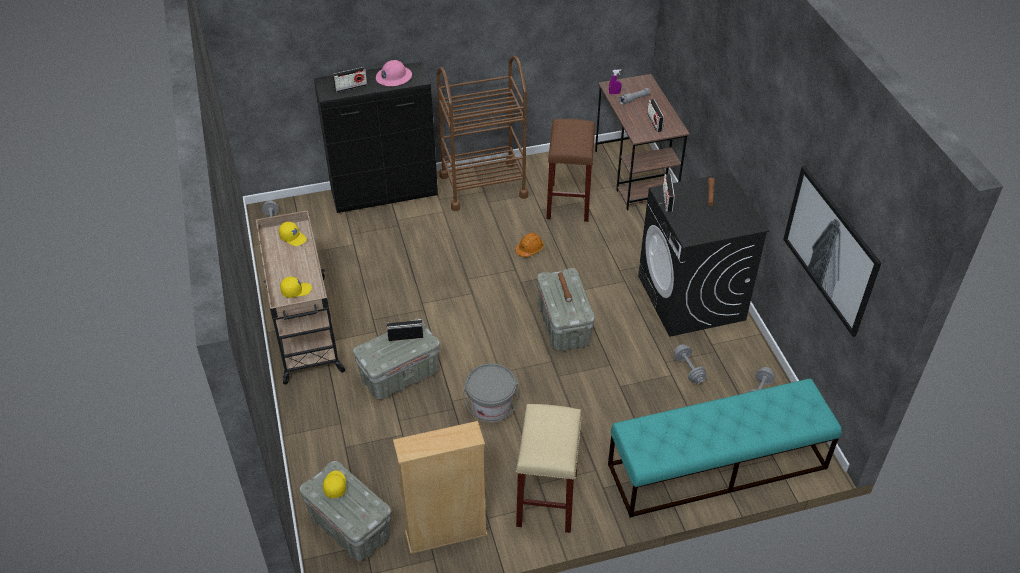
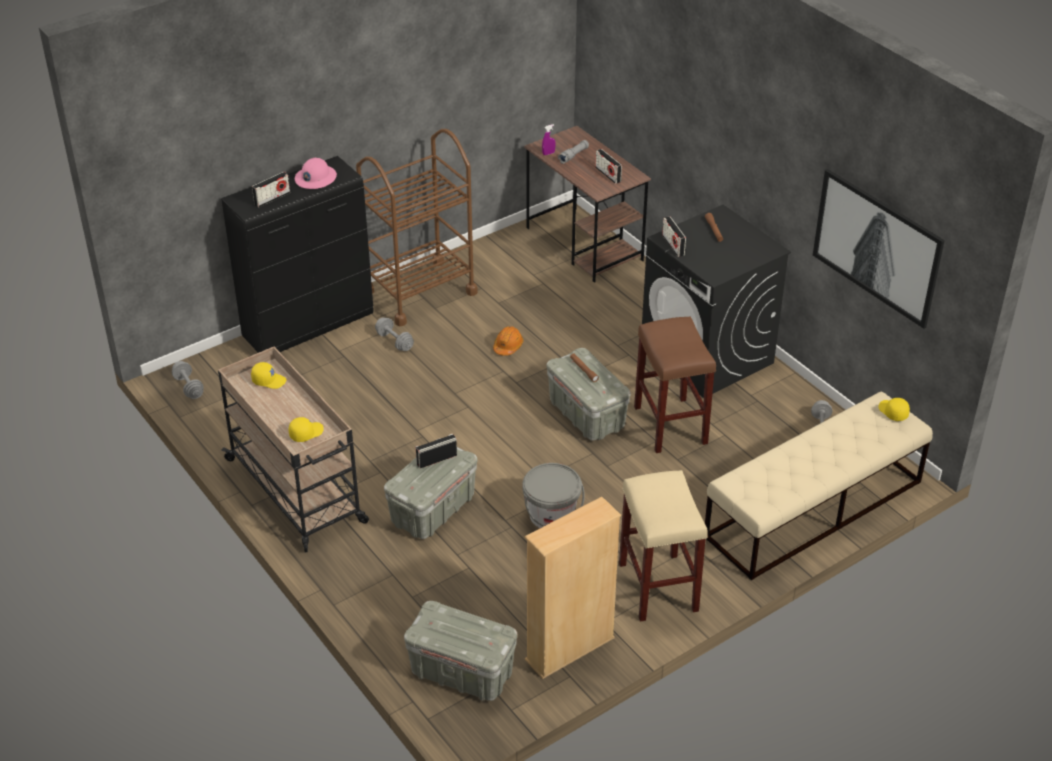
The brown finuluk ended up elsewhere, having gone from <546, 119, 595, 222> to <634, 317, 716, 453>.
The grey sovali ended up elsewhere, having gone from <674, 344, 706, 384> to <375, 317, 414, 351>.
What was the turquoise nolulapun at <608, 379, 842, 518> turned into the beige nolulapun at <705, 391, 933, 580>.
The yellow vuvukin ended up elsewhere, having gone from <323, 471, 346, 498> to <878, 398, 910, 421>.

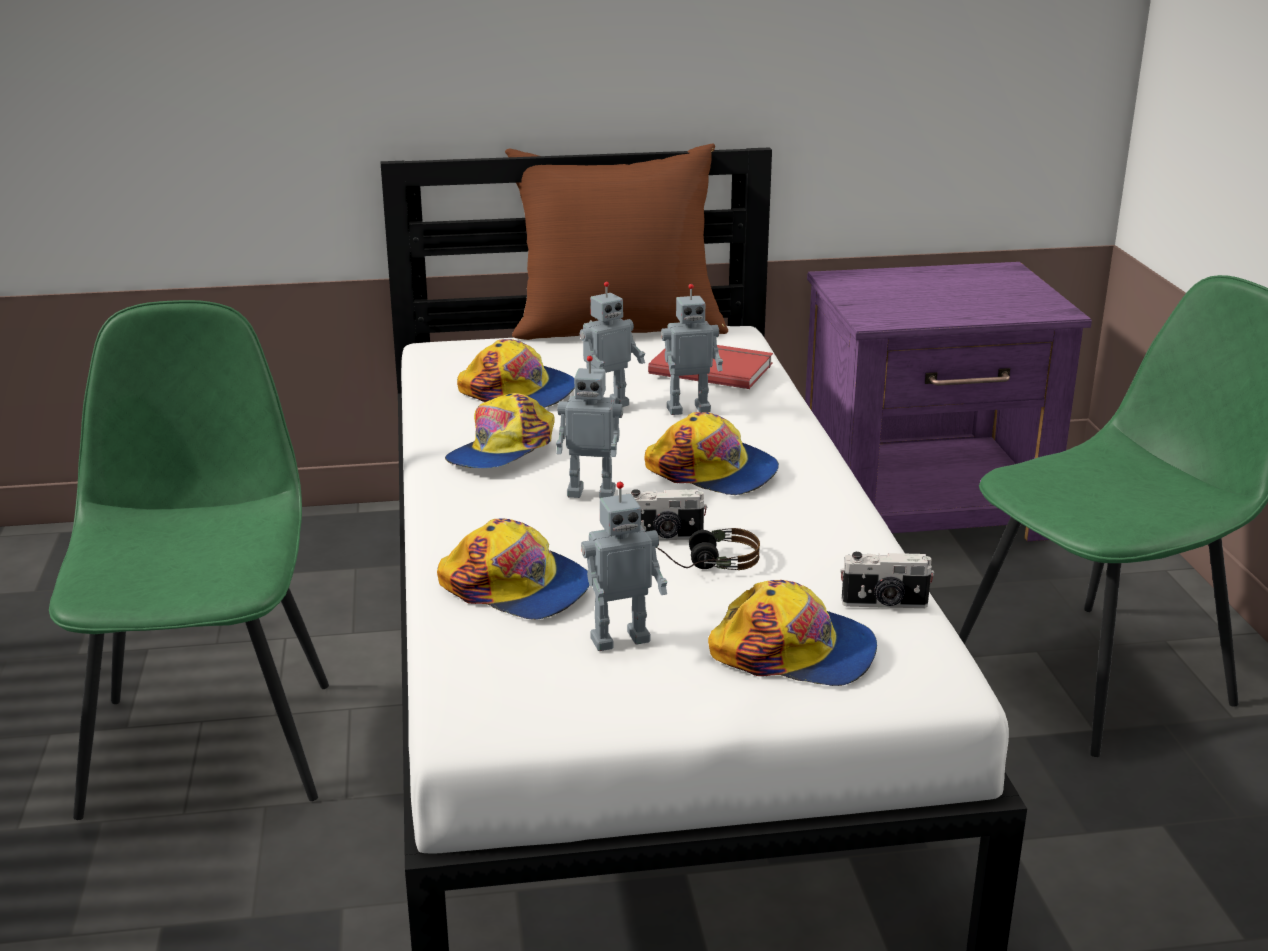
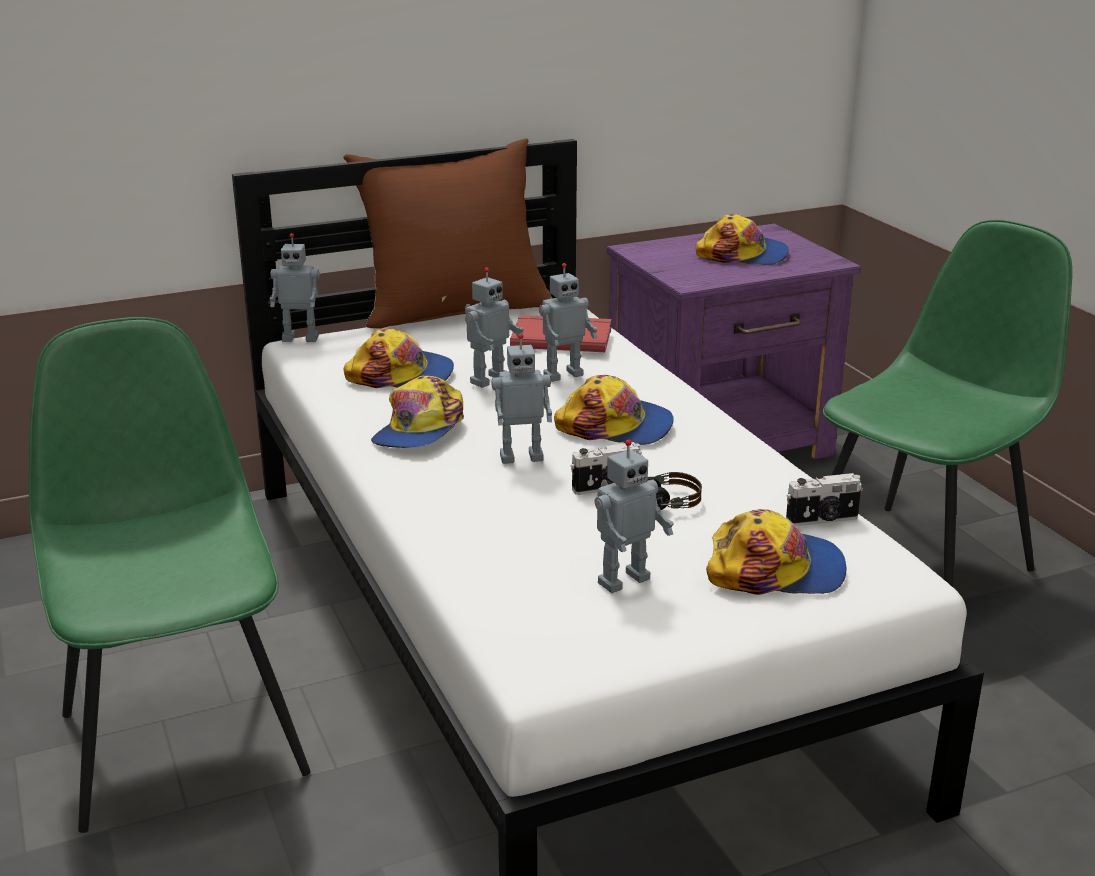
The vuvukin ended up elsewhere, having gone from <437, 518, 590, 620> to <695, 214, 789, 265>.
The second view gained the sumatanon at <270, 233, 320, 342>.

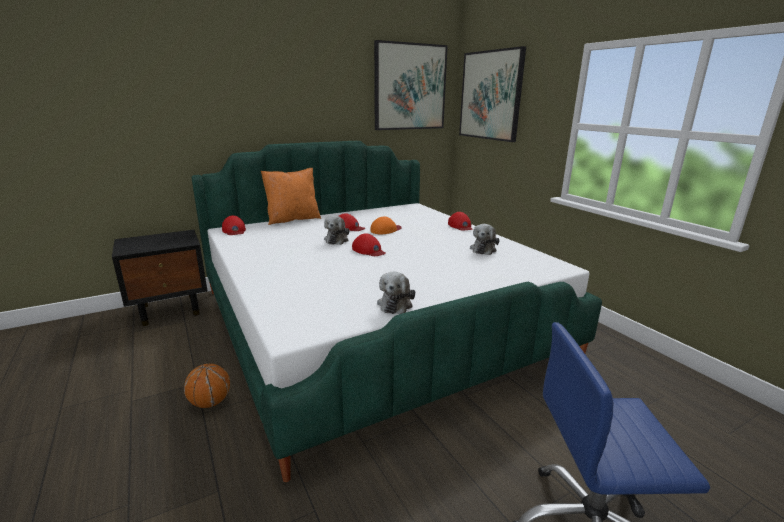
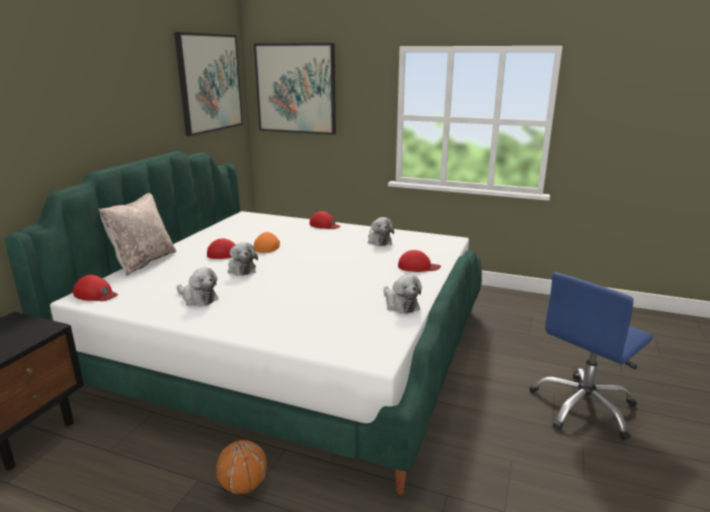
What was the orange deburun at <261, 168, 321, 225> turned into the beige deburun at <99, 193, 176, 276>.
The red vuvukin ended up elsewhere, having gone from <352, 233, 386, 256> to <398, 250, 441, 272>.
The second view gained the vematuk at <177, 267, 218, 306>.

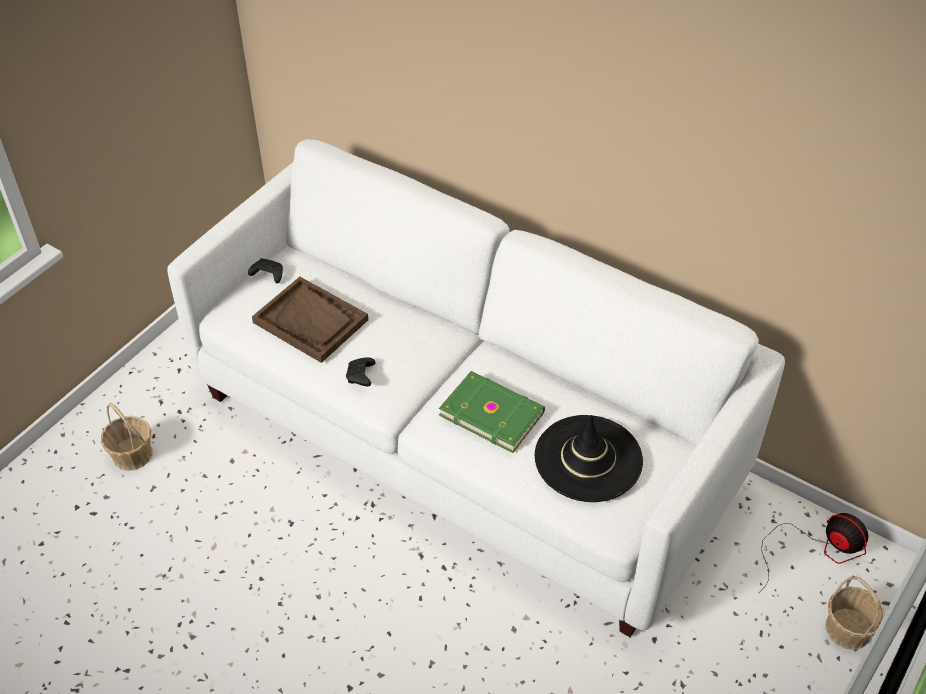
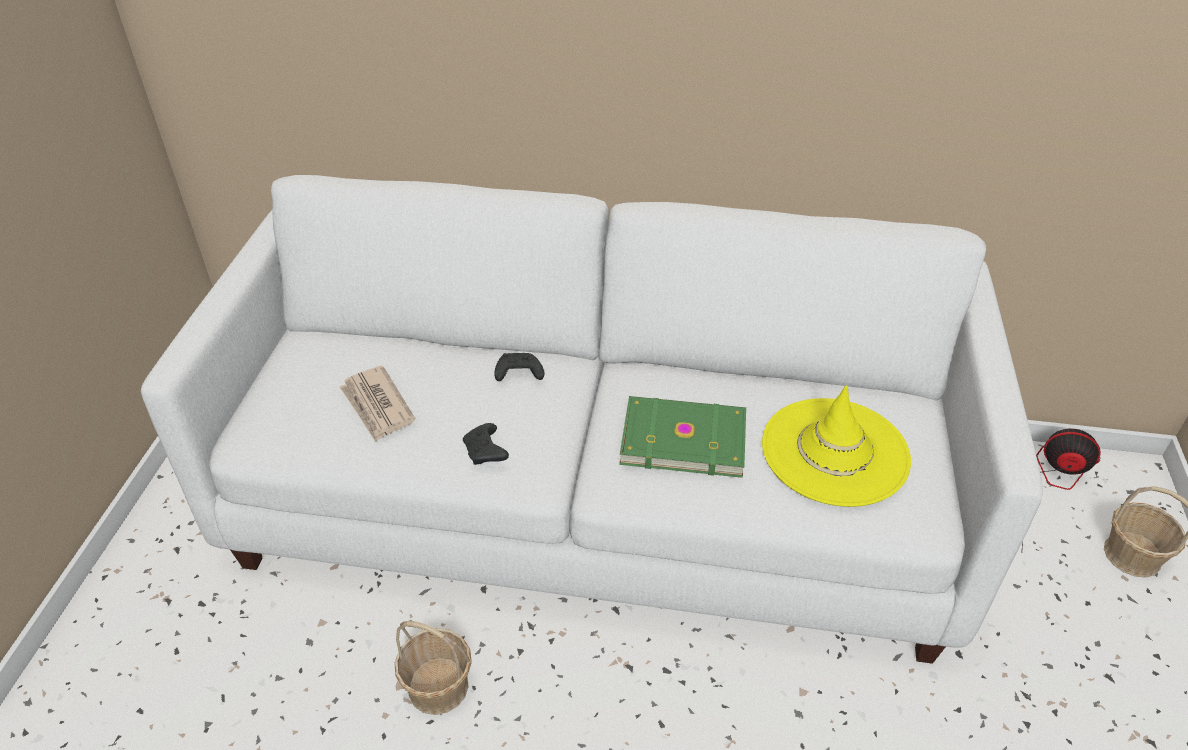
The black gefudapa ended up elsewhere, having gone from <248, 258, 283, 283> to <494, 353, 544, 381>.
Where the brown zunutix stood at <252, 277, 368, 363>, the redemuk came to stand at <340, 366, 415, 442>.
The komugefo ended up elsewhere, having gone from <101, 403, 152, 471> to <395, 621, 472, 715>.
What was the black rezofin at <535, 415, 643, 502> turned into the yellow rezofin at <762, 385, 911, 507>.

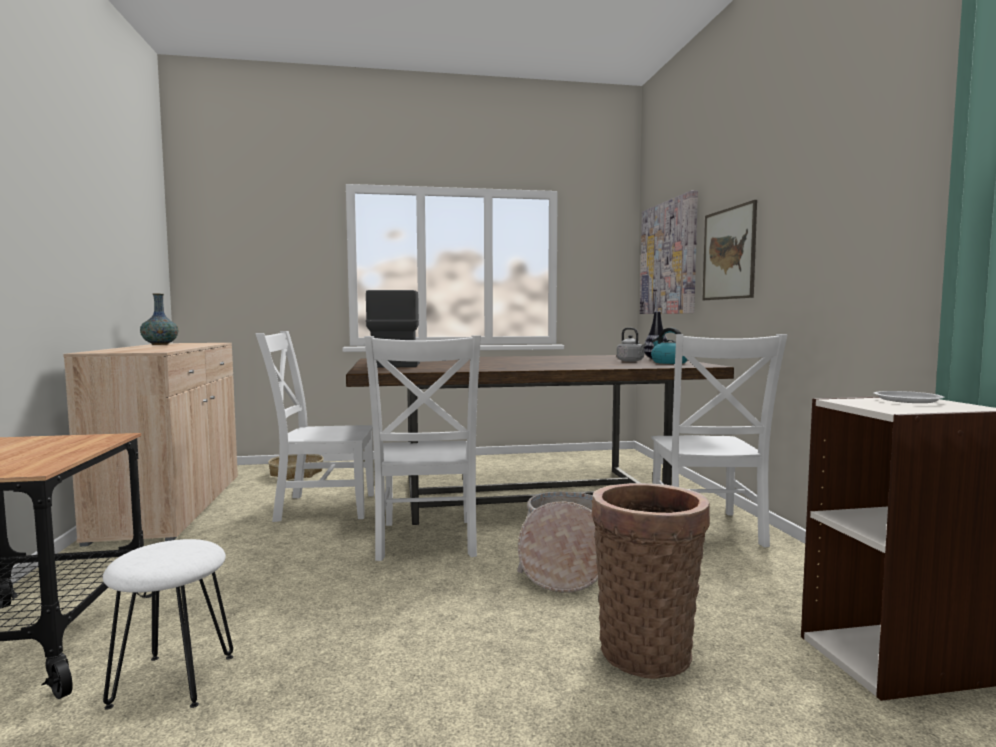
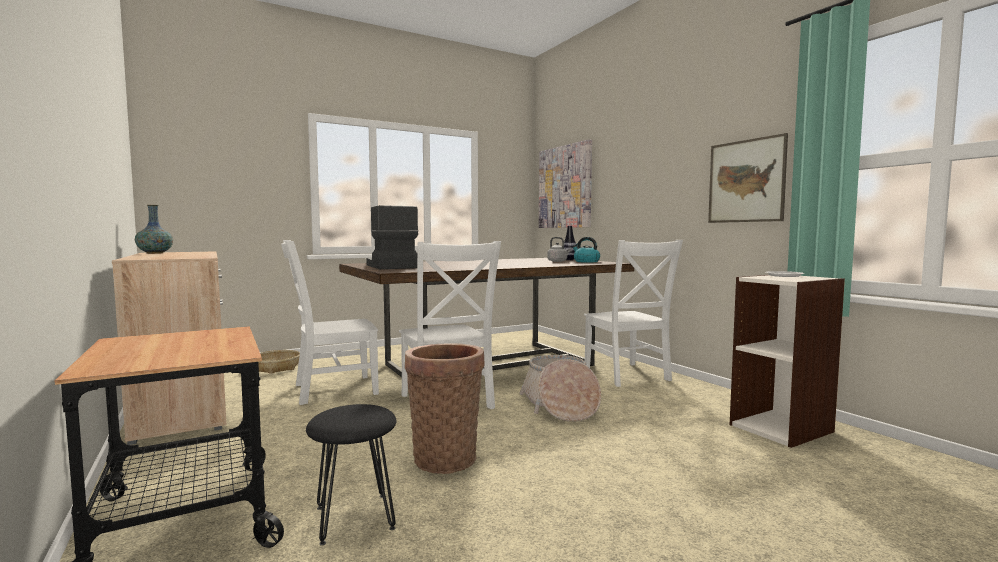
The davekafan ended up elsewhere, having gone from <702, 200, 757, 300> to <708, 133, 788, 223>.
The komugefo ended up elsewhere, having gone from <592, 483, 710, 679> to <405, 343, 484, 474>.
What was the white finuluk at <103, 539, 233, 710> turned into the black finuluk at <306, 404, 397, 545>.

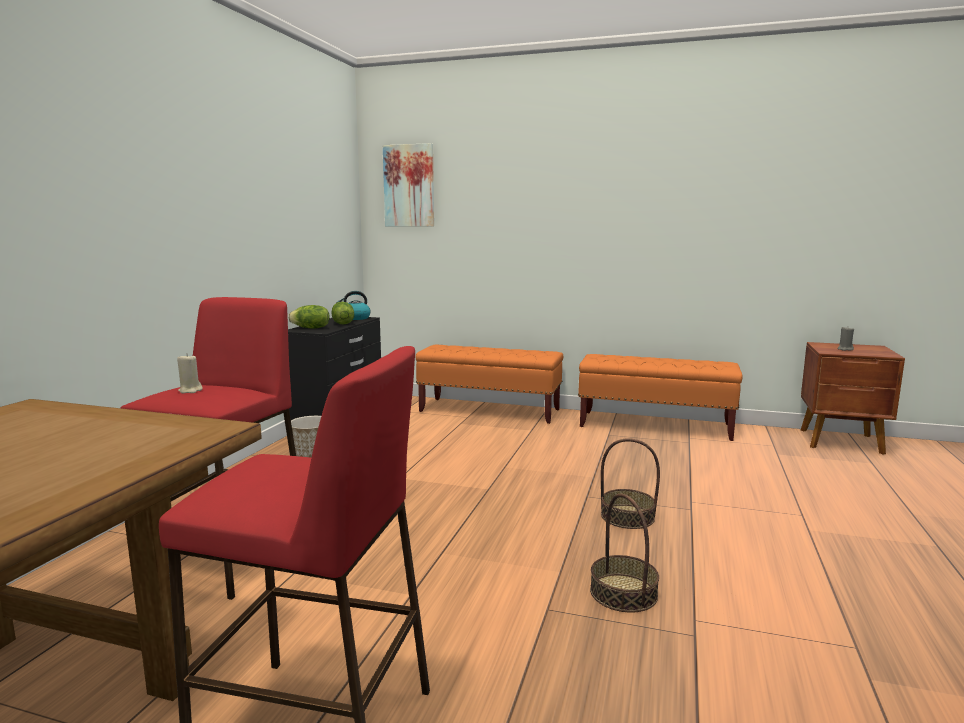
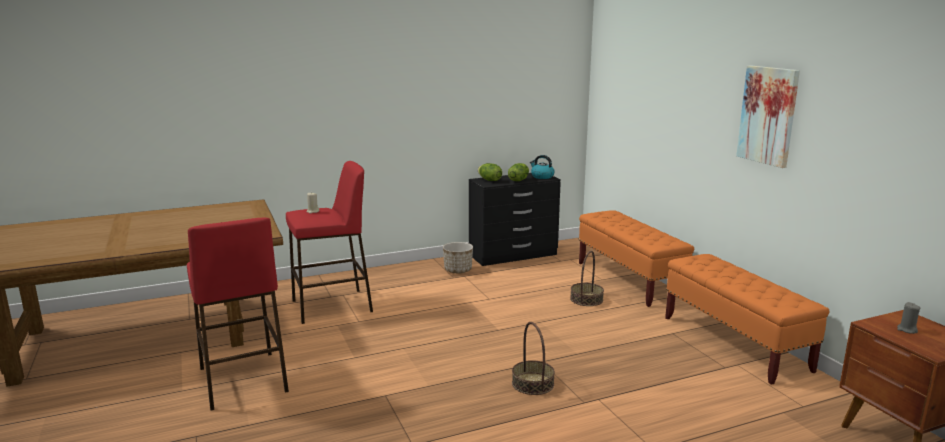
The davekafan ended up elsewhere, having gone from <383, 143, 434, 227> to <736, 66, 800, 168>.
The komugefo ended up elsewhere, having gone from <590, 494, 659, 613> to <570, 251, 604, 306>.

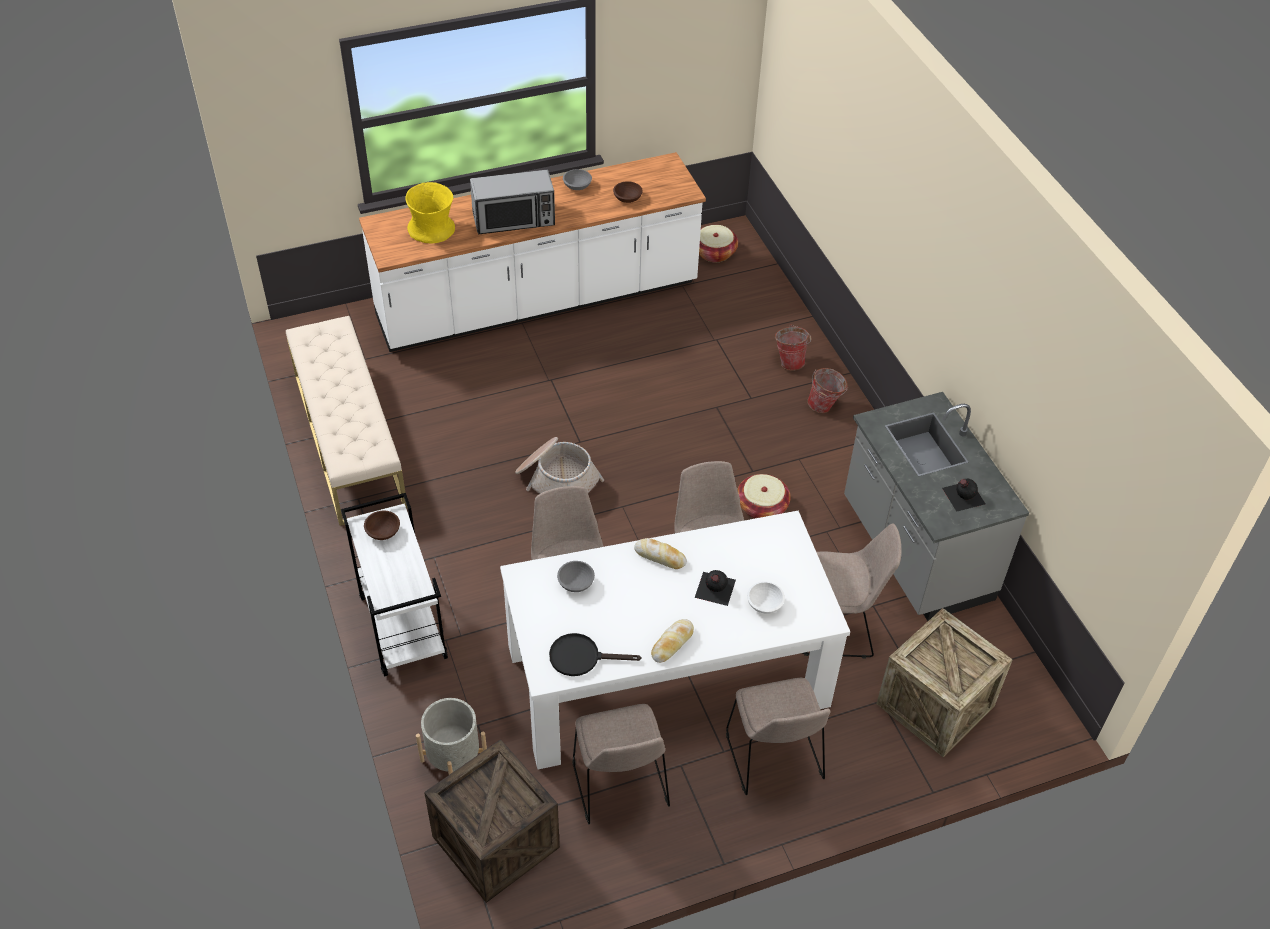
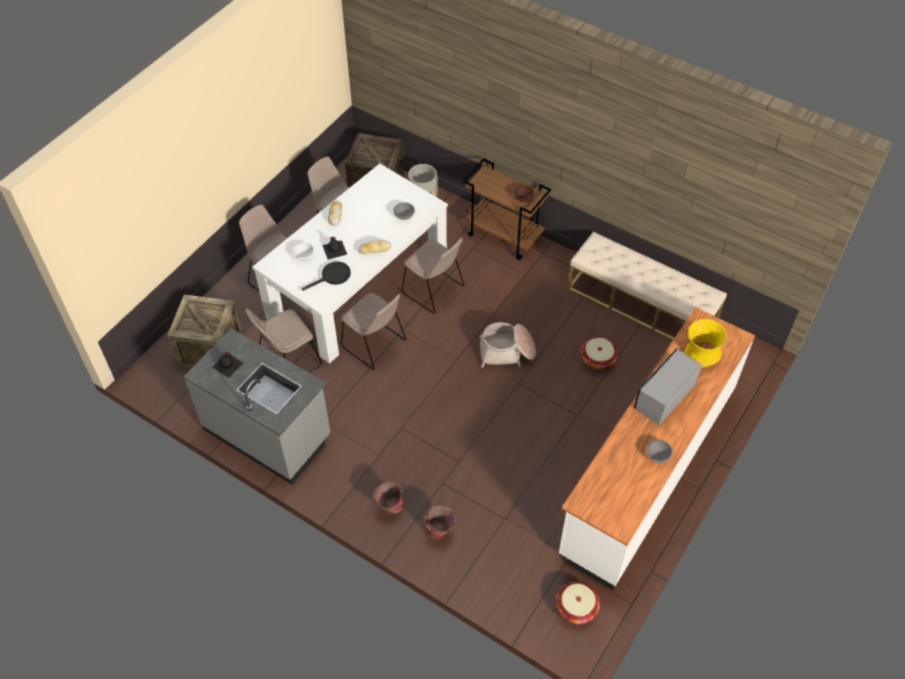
The second view lost the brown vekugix at <613, 181, 643, 203>.
The komugefo ended up elsewhere, having gone from <737, 474, 791, 519> to <581, 337, 618, 370>.
What was the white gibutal at <341, 493, 448, 677> turned into the brown gibutal at <463, 158, 551, 260>.
The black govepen ended up elsewhere, having gone from <549, 633, 641, 676> to <302, 261, 351, 291>.

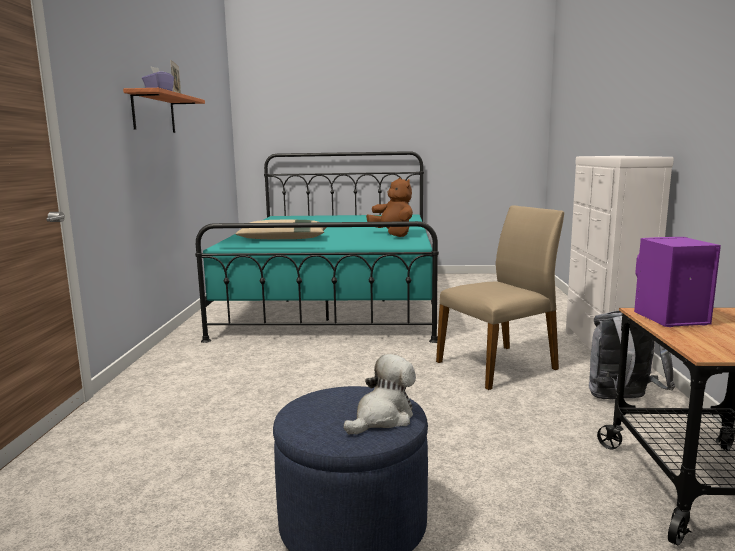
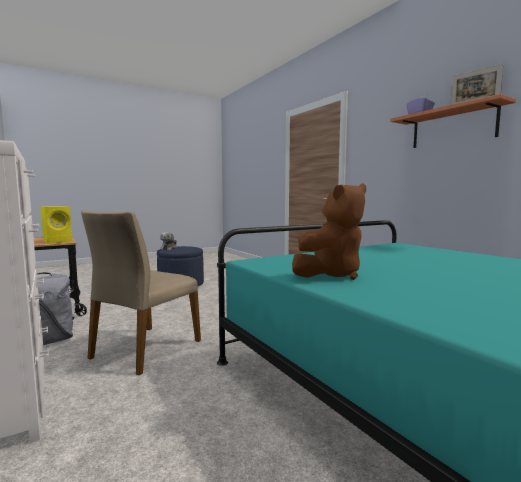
The brown vematuk at <366, 178, 413, 237> ended up facing another way, 60 degrees counterclockwise from before.
The second view lost the beige deburun at <236, 220, 327, 239>.
What was the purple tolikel at <634, 237, 721, 327> turned into the yellow tolikel at <41, 206, 72, 244>.

